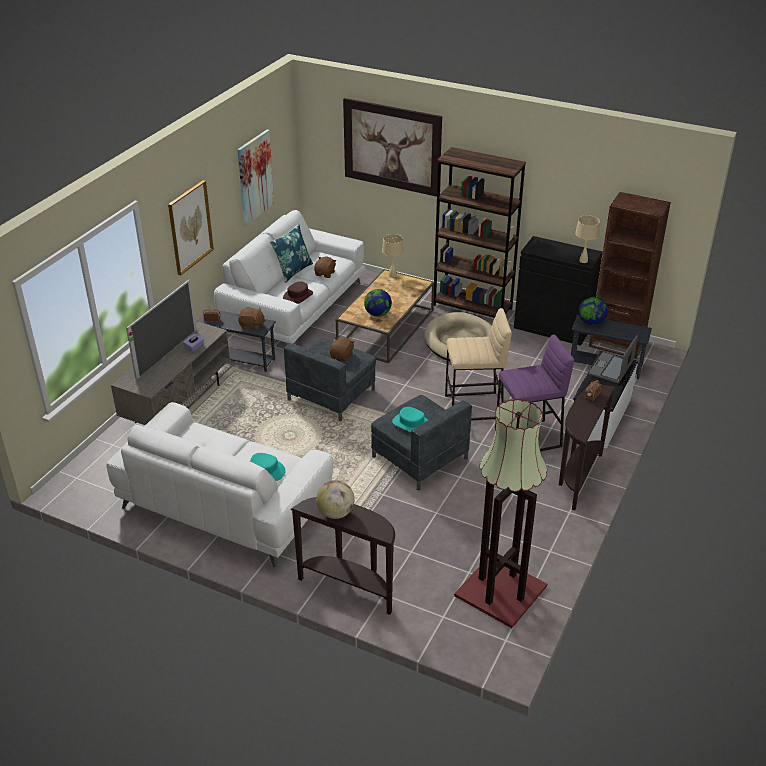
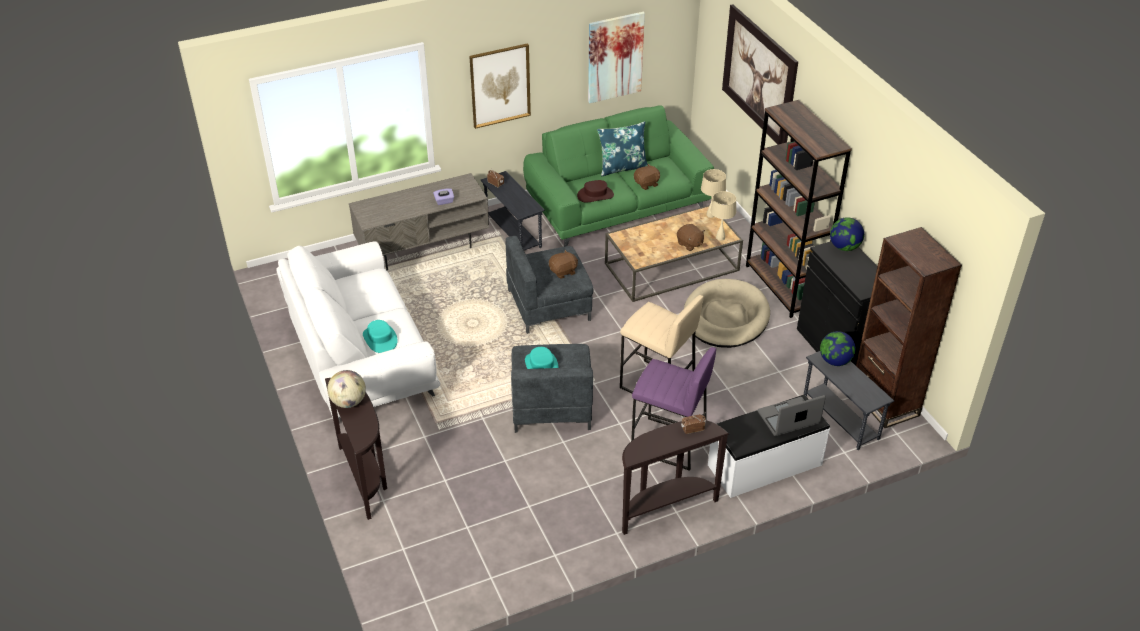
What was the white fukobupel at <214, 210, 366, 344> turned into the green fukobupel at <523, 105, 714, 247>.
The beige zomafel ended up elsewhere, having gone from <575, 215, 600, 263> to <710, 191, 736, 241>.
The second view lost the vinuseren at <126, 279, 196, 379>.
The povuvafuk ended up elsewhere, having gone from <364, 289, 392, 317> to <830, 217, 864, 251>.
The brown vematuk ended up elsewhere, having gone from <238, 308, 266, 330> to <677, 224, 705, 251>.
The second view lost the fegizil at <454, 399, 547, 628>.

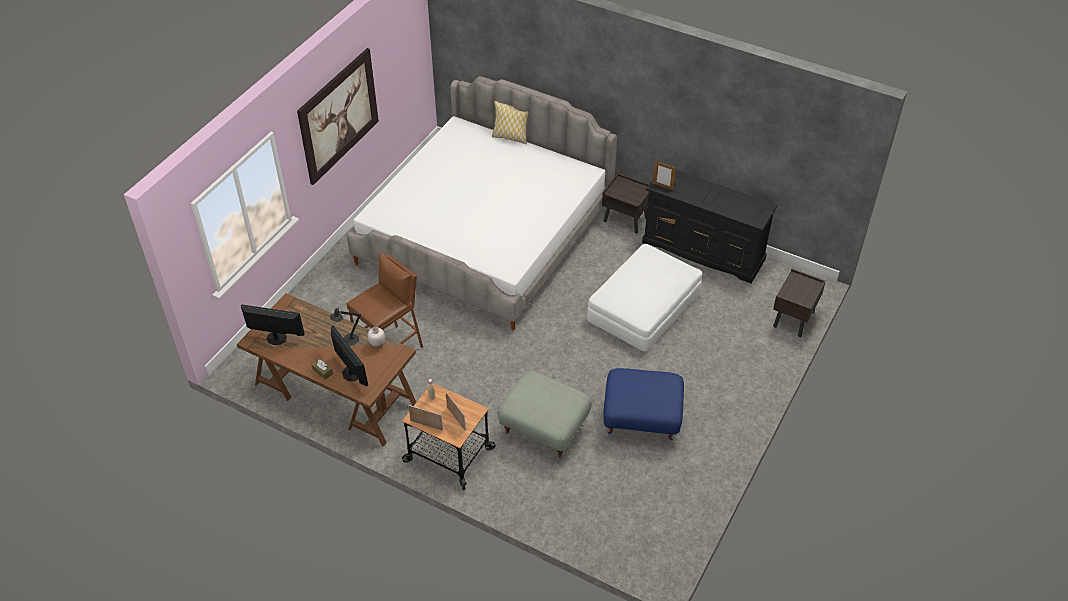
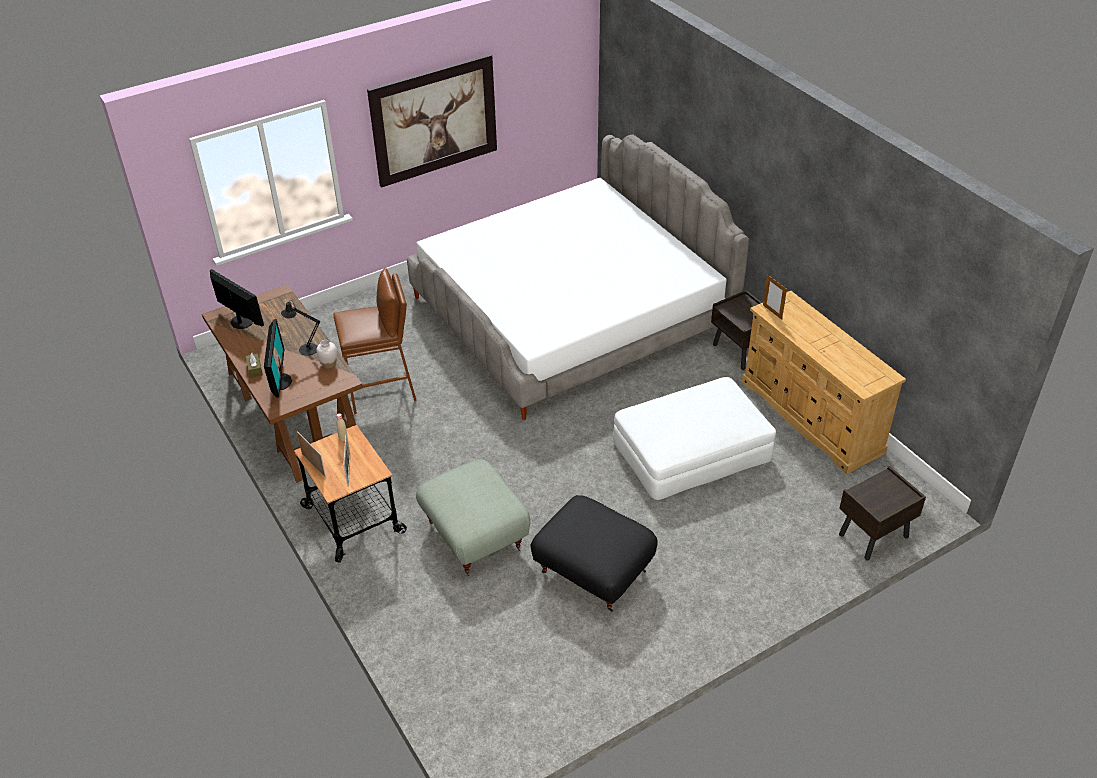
The second view lost the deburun at <492, 101, 529, 144>.
What was the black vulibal at <642, 170, 777, 283> turned into the beige vulibal at <742, 291, 906, 474>.
What was the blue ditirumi at <603, 368, 684, 440> turned into the black ditirumi at <531, 495, 658, 612>.

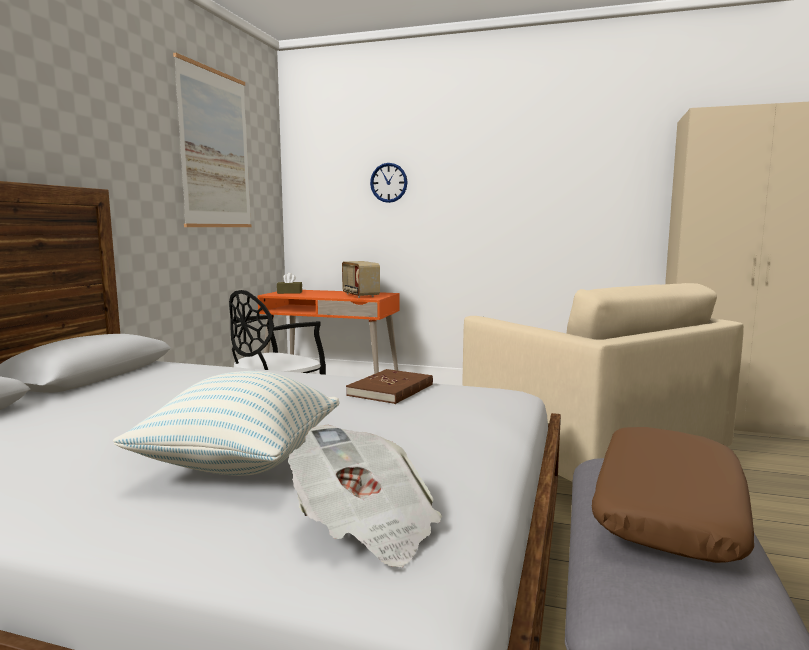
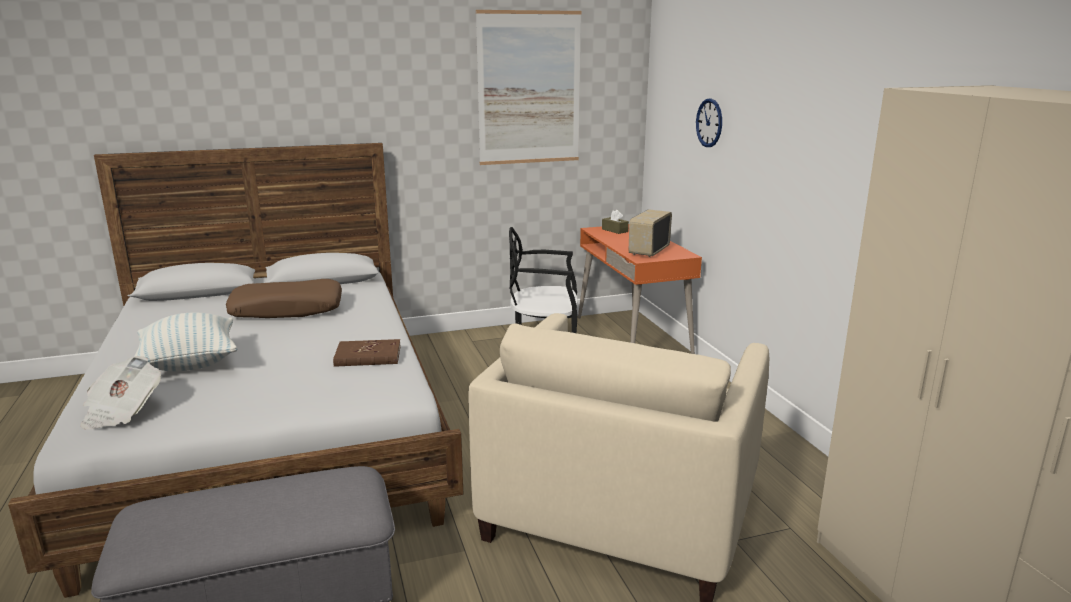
The brown deburun ended up elsewhere, having gone from <592, 427, 754, 563> to <226, 279, 342, 318>.

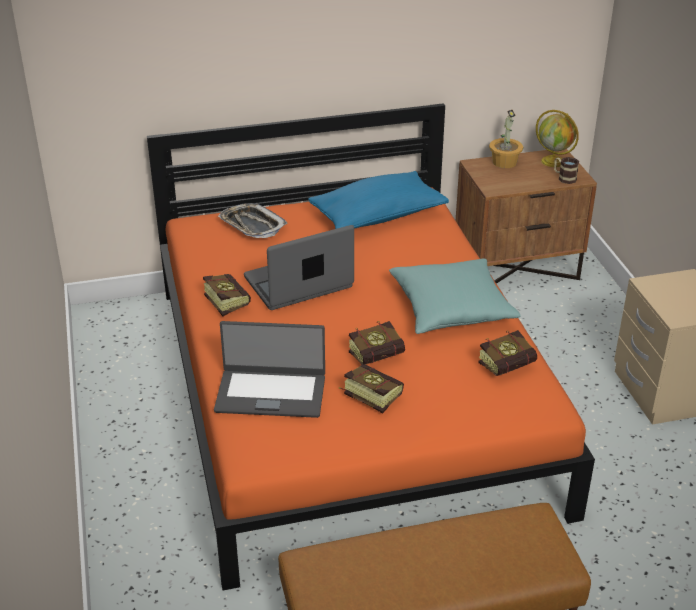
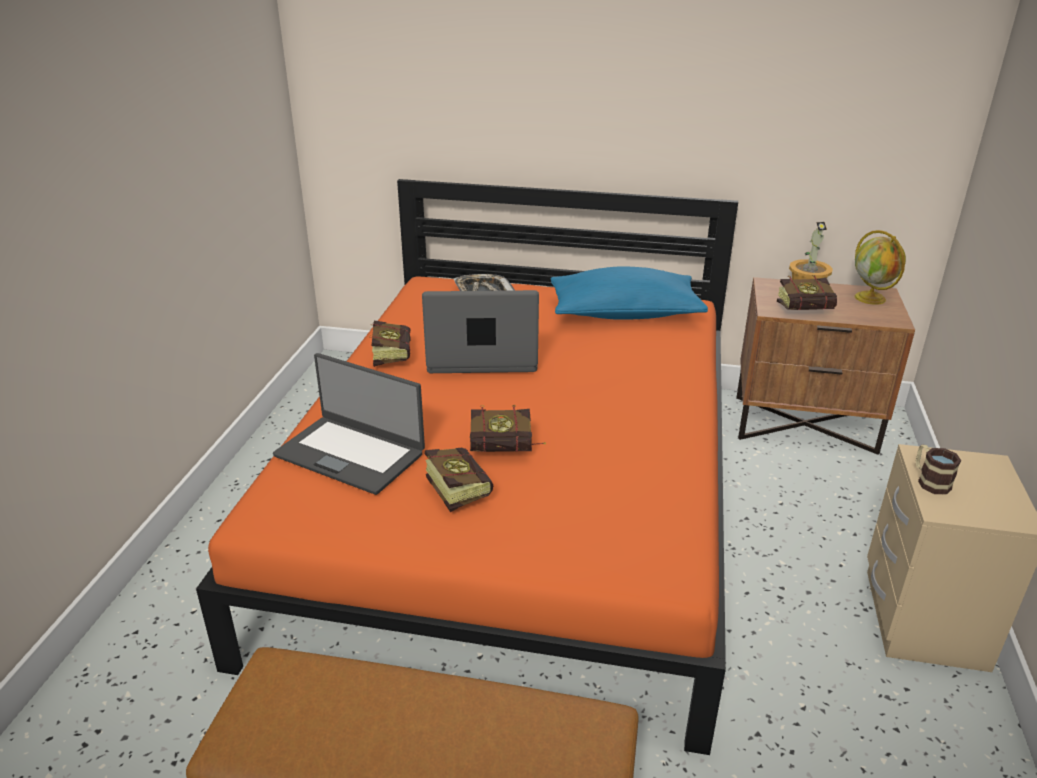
The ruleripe ended up elsewhere, having gone from <554, 157, 579, 184> to <916, 445, 961, 495>.
The second view lost the turquoise deburun at <389, 259, 521, 334>.
The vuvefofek ended up elsewhere, having gone from <478, 330, 537, 376> to <777, 275, 837, 310>.

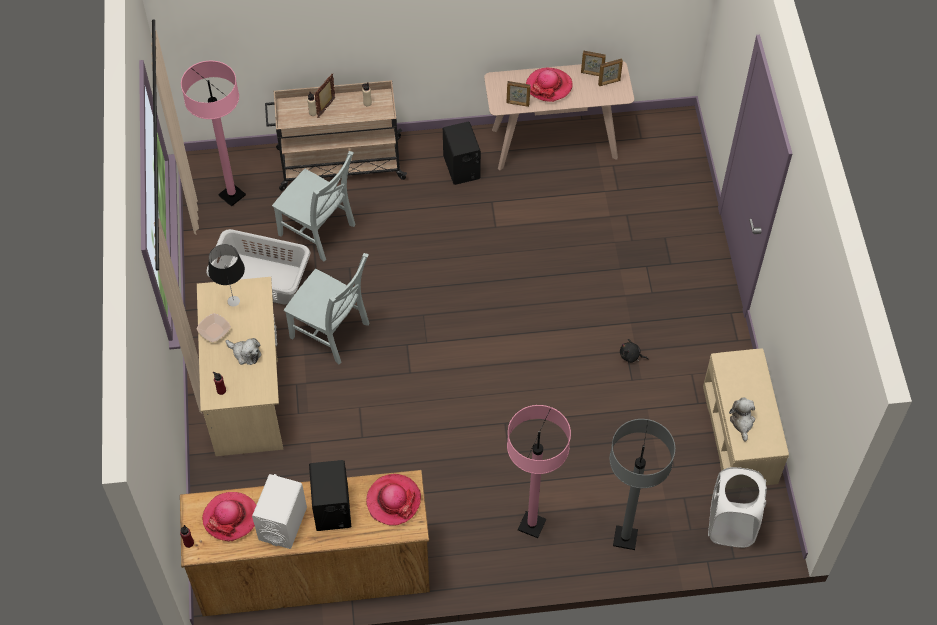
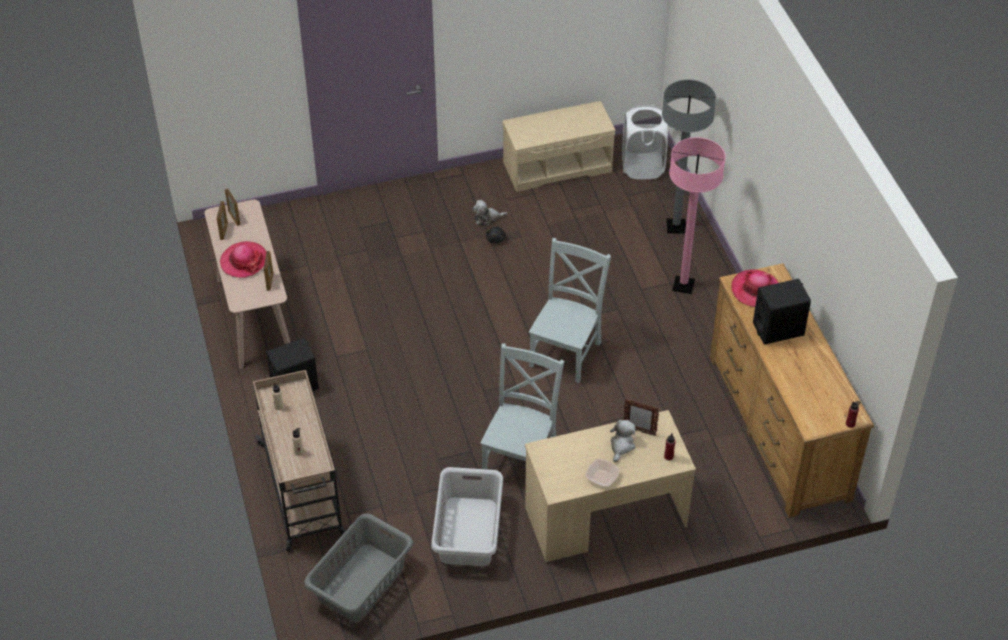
Where the pink fegizil stood at <181, 61, 246, 207>, the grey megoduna came to stand at <304, 514, 413, 622>.
The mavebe ended up elsewhere, having gone from <314, 73, 335, 118> to <623, 399, 659, 436>.
The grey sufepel ended up elsewhere, having gone from <272, 151, 355, 262> to <529, 238, 611, 383>.
The second view lost the zomafel at <208, 244, 245, 306>.
The vematuk ended up elsewhere, having gone from <729, 397, 755, 442> to <472, 200, 508, 226>.
The second view lost the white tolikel at <252, 474, 307, 549>.
The second view lost the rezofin at <202, 492, 257, 541>.

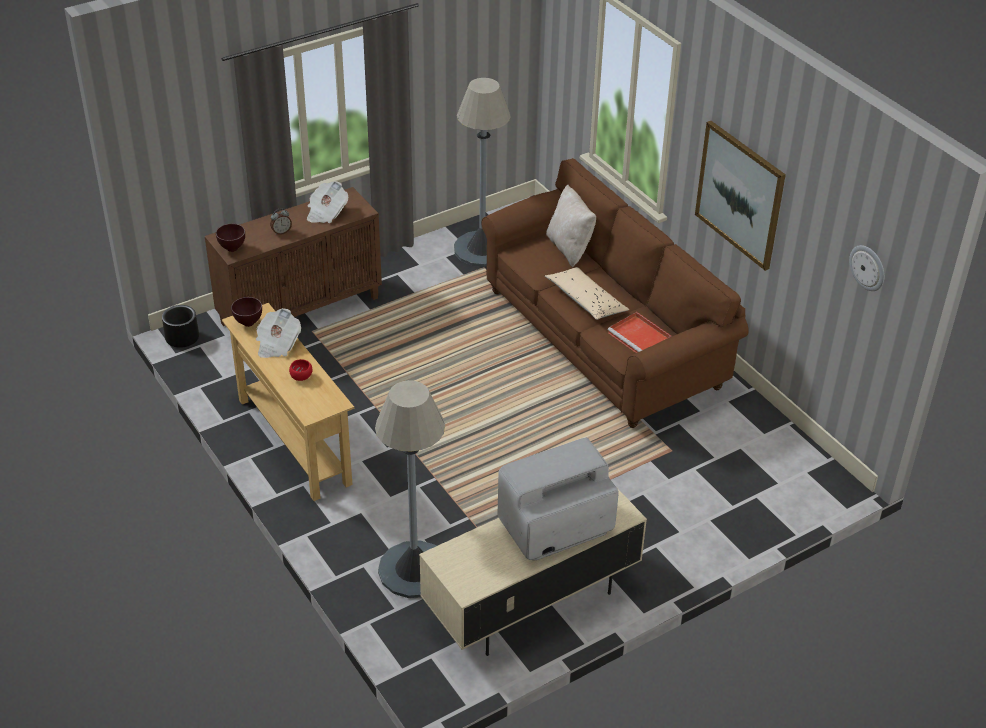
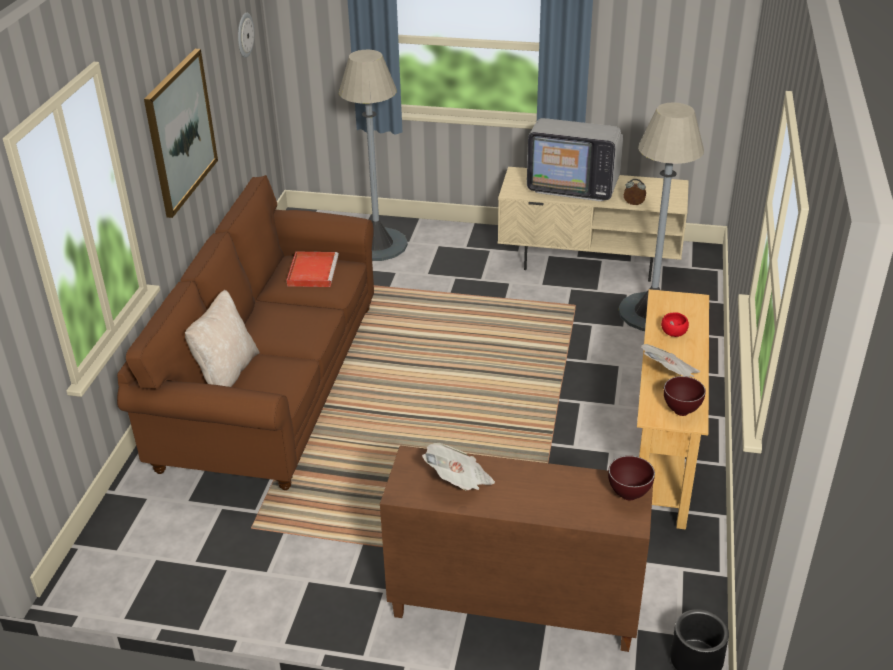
The grey fegizil ended up elsewhere, having gone from <454, 78, 511, 267> to <339, 50, 408, 261>.
The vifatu ended up elsewhere, having gone from <270, 208, 292, 235> to <624, 179, 646, 205>.
The second view lost the beige deburun at <545, 267, 629, 320>.

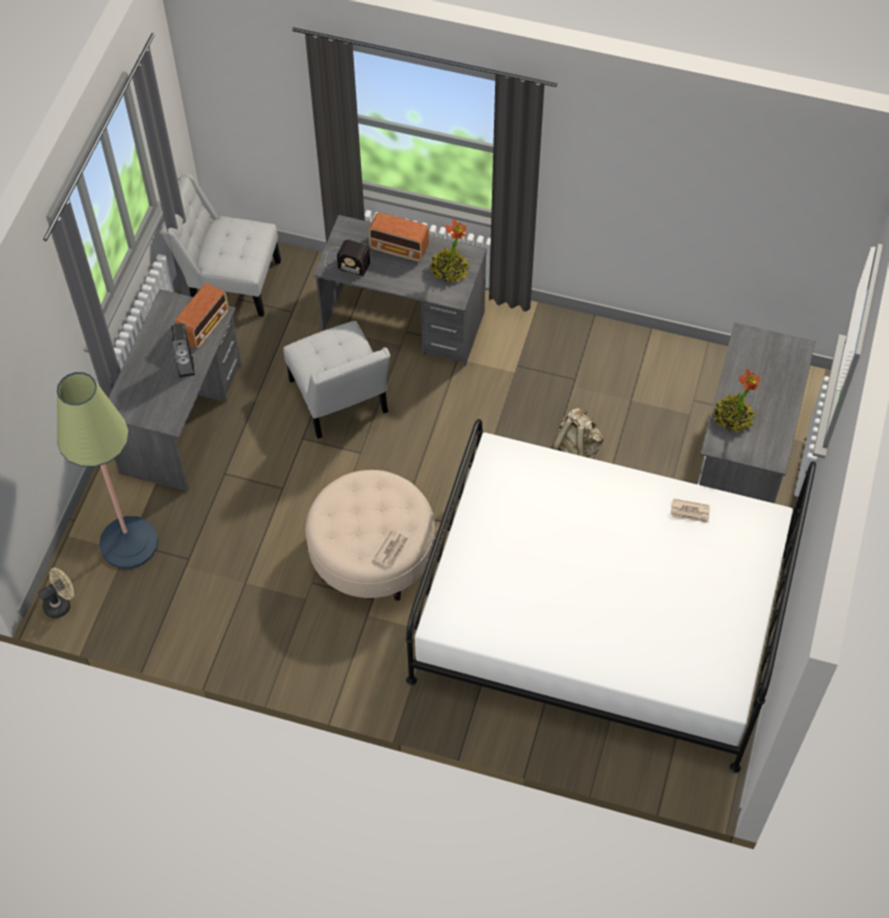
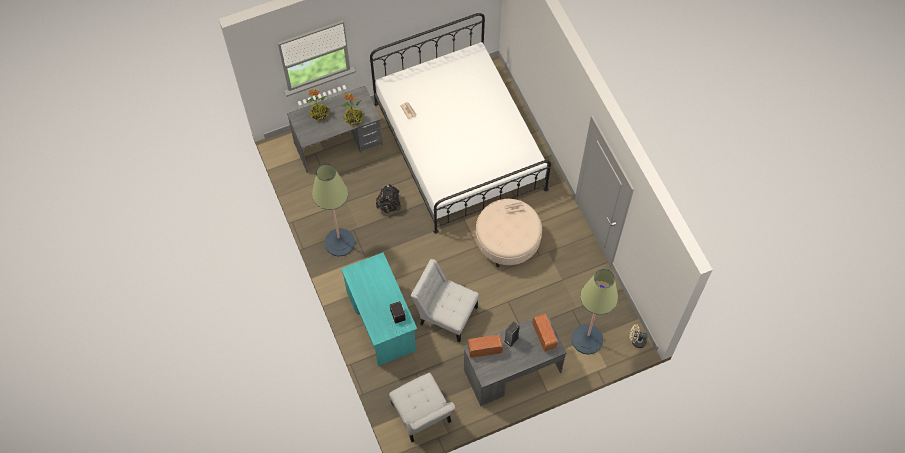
The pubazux ended up elsewhere, having gone from <368, 212, 429, 262> to <532, 314, 558, 352>.
What was the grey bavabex at <313, 215, 487, 366> turned into the turquoise bavabex at <341, 252, 417, 366>.
The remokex ended up elsewhere, having gone from <430, 219, 469, 282> to <306, 89, 330, 121>.
The white sufepel at <283, 321, 390, 439> ended up facing another way, 90 degrees counterclockwise from before.
What was the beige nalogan at <552, 408, 603, 459> turned into the black nalogan at <376, 184, 401, 213>.
The second view gained the fegizil at <312, 164, 355, 257>.

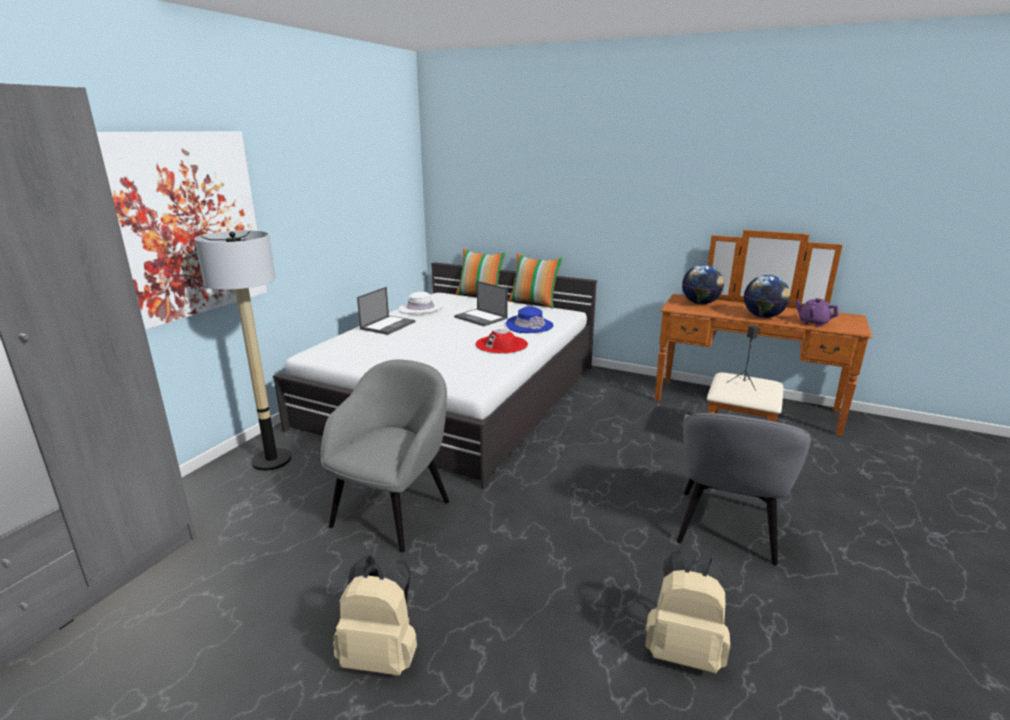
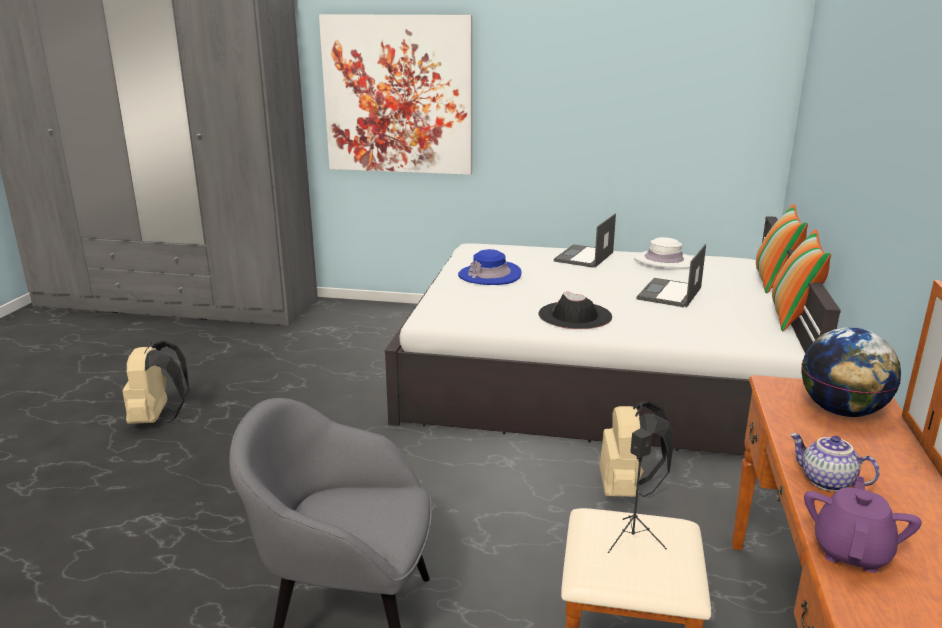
The second view lost the fegizil at <195, 230, 292, 471>.
Where the povuvafuk stood at <744, 275, 791, 318>, the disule came to stand at <790, 433, 880, 491>.
The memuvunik at <357, 287, 415, 335> ended up facing another way, 105 degrees clockwise from before.
The blue rezofin ended up elsewhere, having gone from <506, 306, 553, 333> to <458, 249, 522, 285>.
What was the red rezofin at <475, 329, 528, 354> turned into the black rezofin at <538, 291, 612, 329>.
The second view lost the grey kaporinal at <321, 359, 449, 552>.
The beige nalogan ended up elsewhere, having gone from <645, 550, 730, 673> to <599, 401, 675, 497>.

